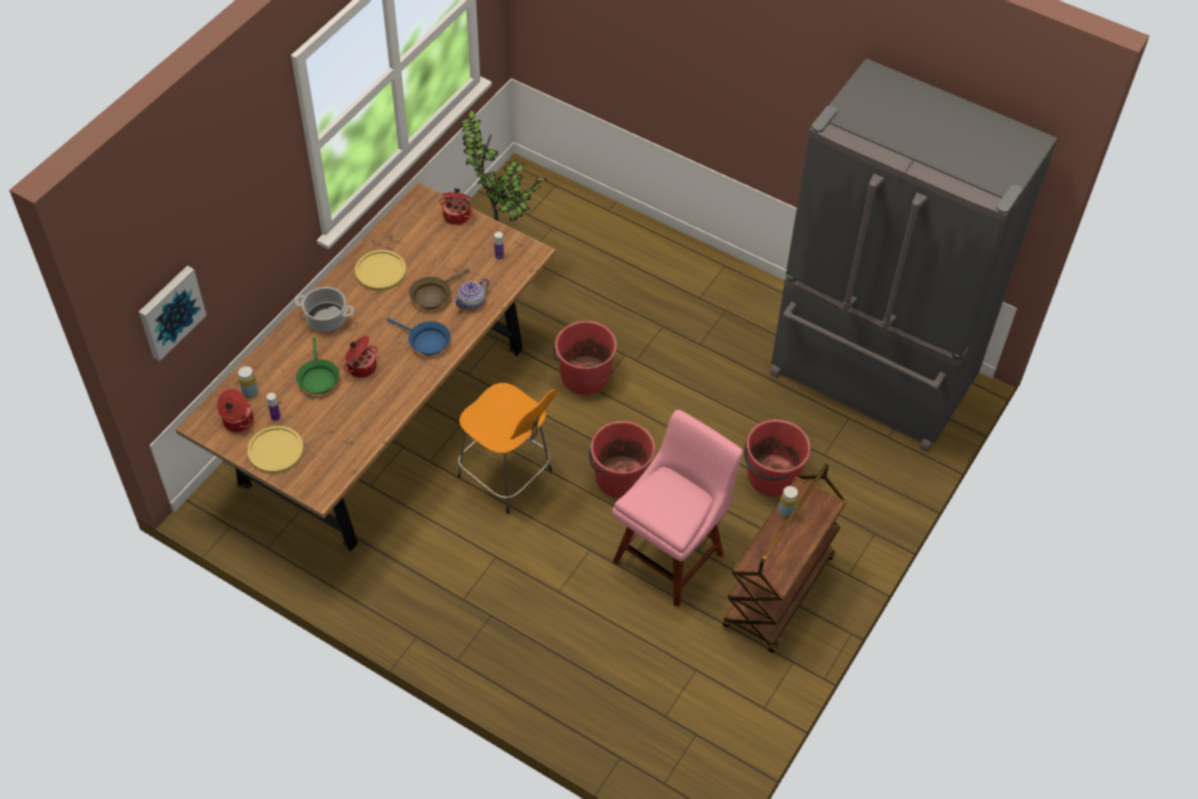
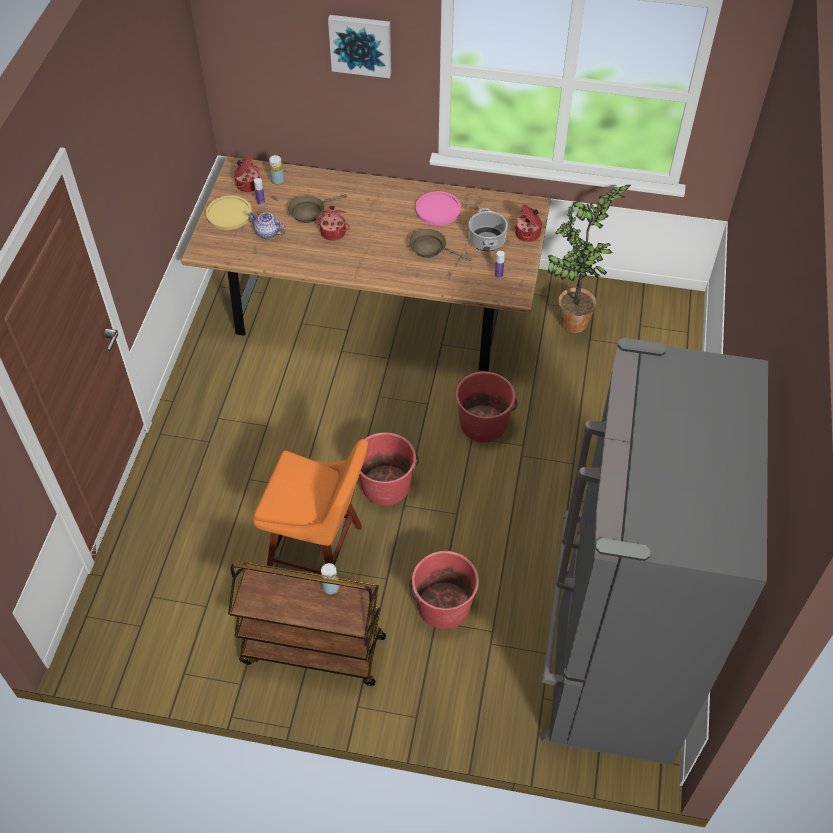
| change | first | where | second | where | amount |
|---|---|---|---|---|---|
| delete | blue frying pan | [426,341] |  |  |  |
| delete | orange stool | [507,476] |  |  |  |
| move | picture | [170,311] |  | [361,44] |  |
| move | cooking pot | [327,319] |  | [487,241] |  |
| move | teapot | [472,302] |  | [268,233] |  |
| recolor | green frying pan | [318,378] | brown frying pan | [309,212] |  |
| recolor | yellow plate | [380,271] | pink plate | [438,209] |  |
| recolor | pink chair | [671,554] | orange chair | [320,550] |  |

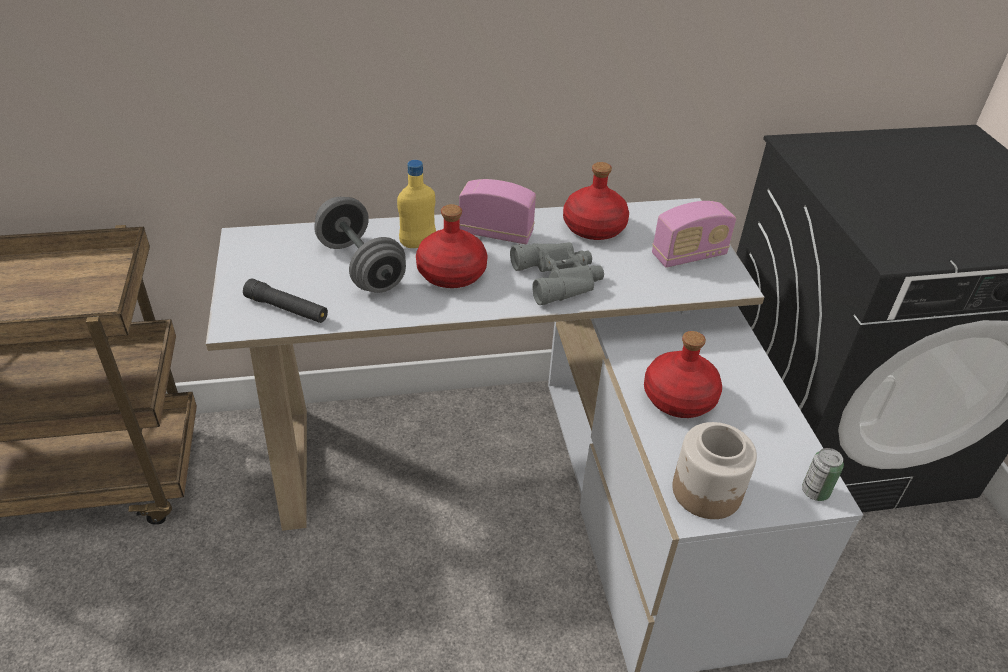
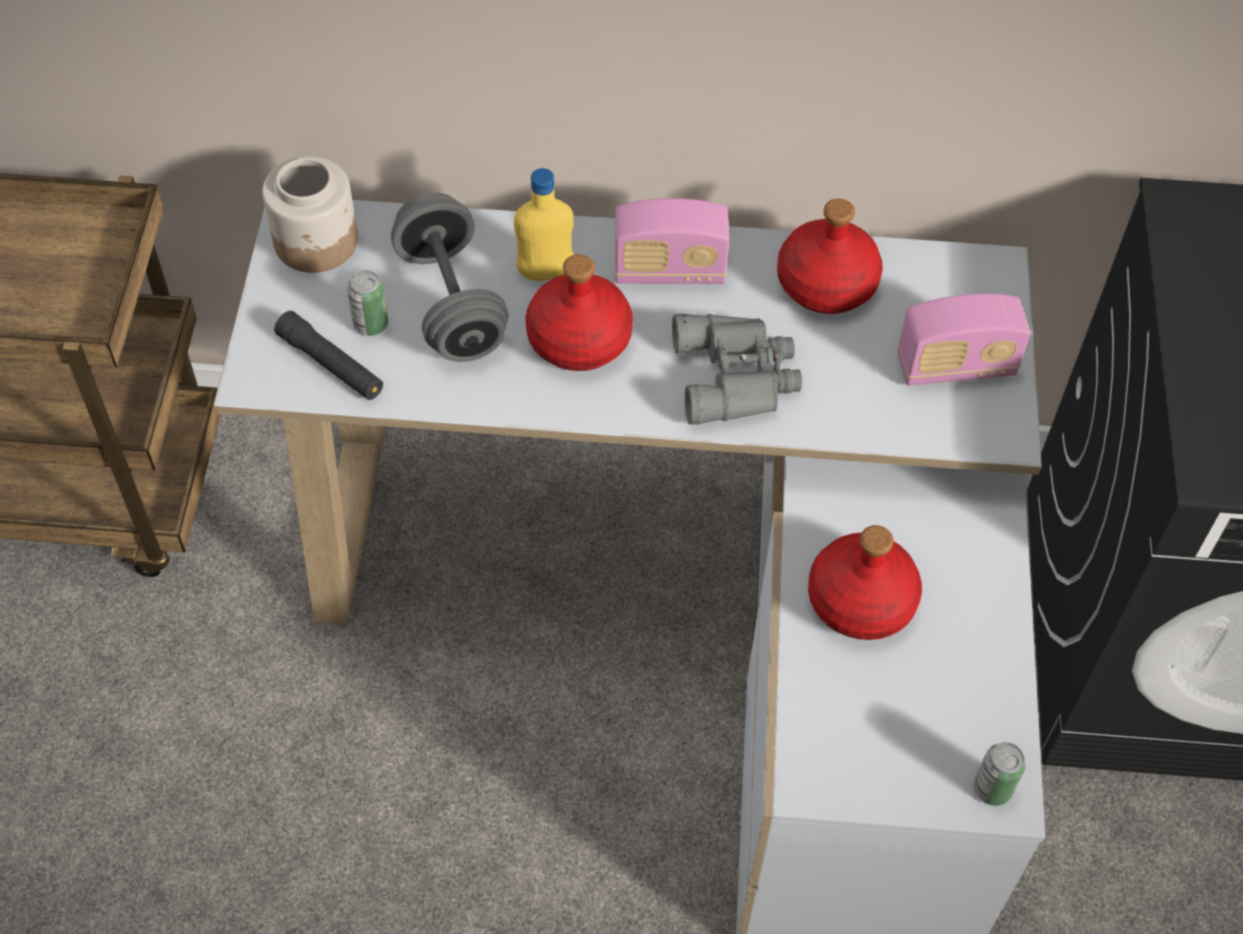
| change | first | where | second | where | amount |
|---|---|---|---|---|---|
| insert |  |  | can | [371,324] |  |
| move | jar | [707,492] |  | [316,242] |  |
| rotate | radio | [496,233] |  | [669,271] | 150 degrees clockwise |

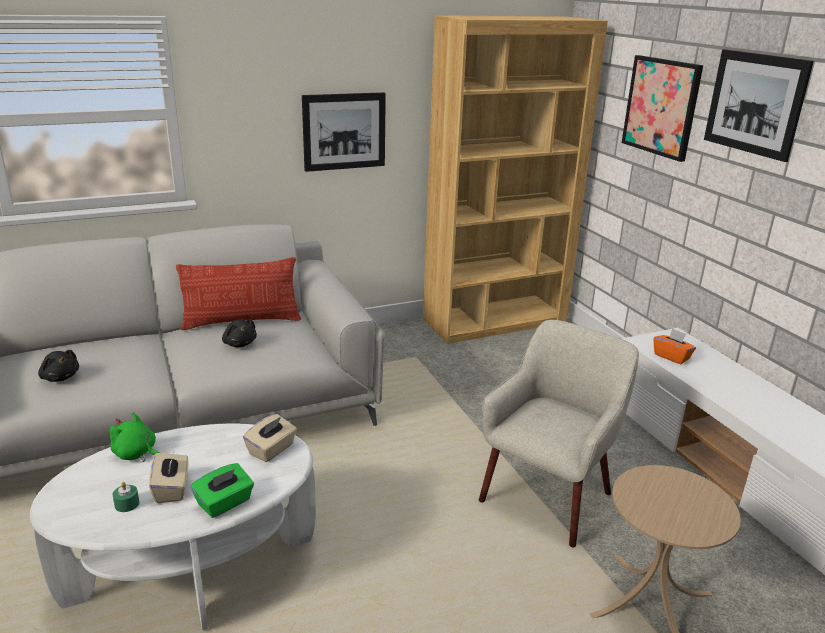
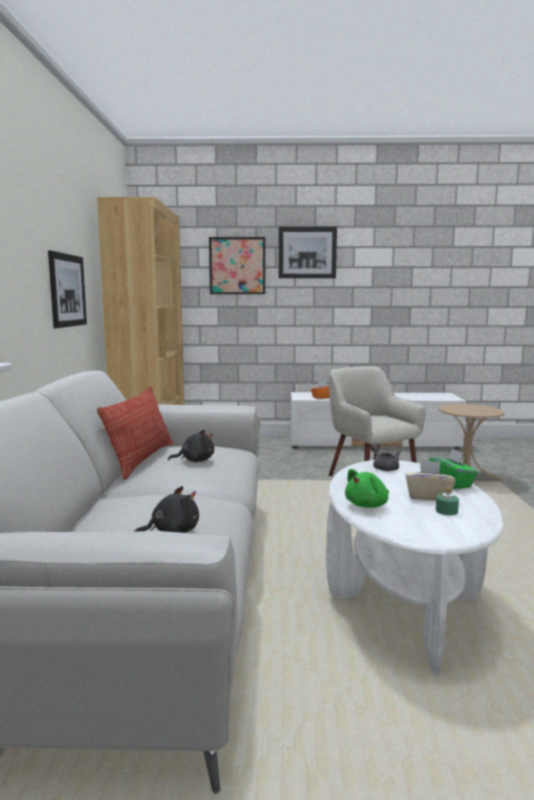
| change | first | where | second | where | amount |
|---|---|---|---|---|---|
| replace | beige tissue box | [271,450] | grey teapot | [384,467] |  |

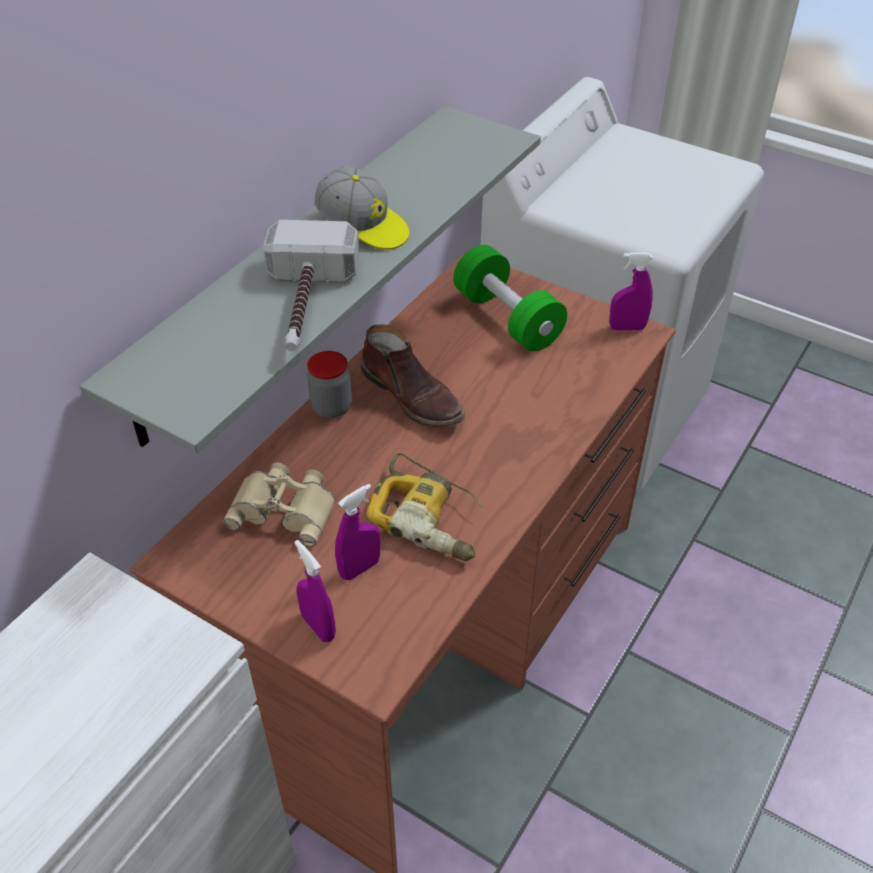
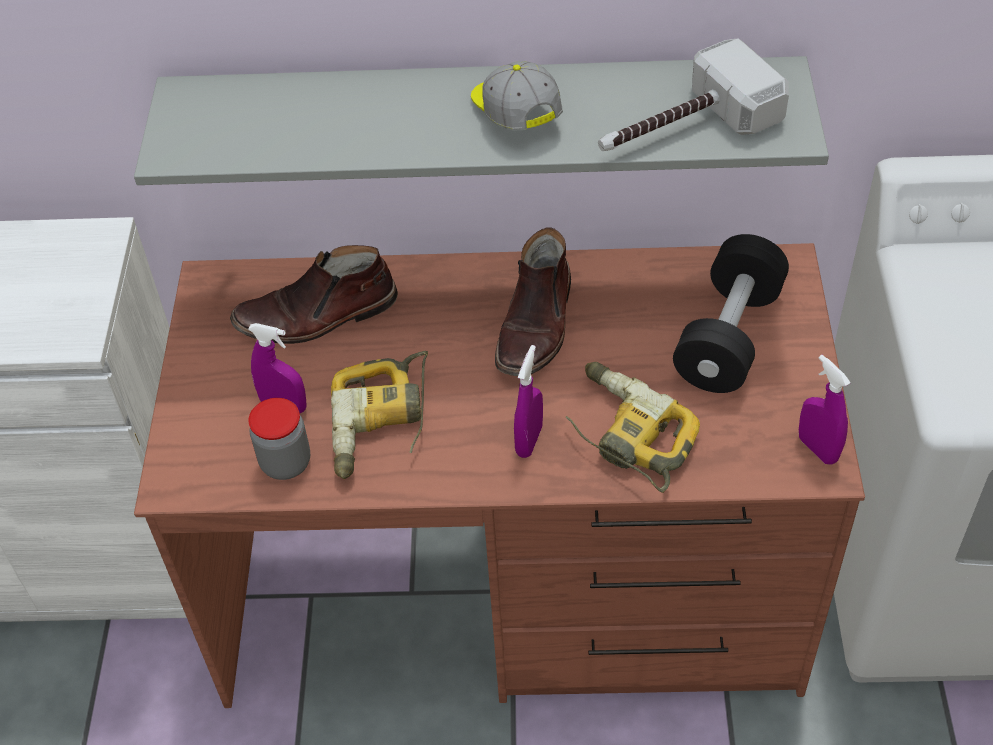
| change | first | where | second | where | amount |
|---|---|---|---|---|---|
| insert |  |  | power drill | [625,434] |  |
| move | hammer | [306,305] |  | [682,129] |  |
| move | purple spray bottle | [318,627] |  | [529,440] |  |
| move | jar | [331,407] |  | [286,463] |  |
| replace | beige binoculars | [285,508] | brown boot | [317,316] |  |
| recolor | green dumbbell | [507,319] | black dumbbell | [728,336] |  |
| rotate | cap | [363,227] |  | [515,114] | 150 degrees clockwise |

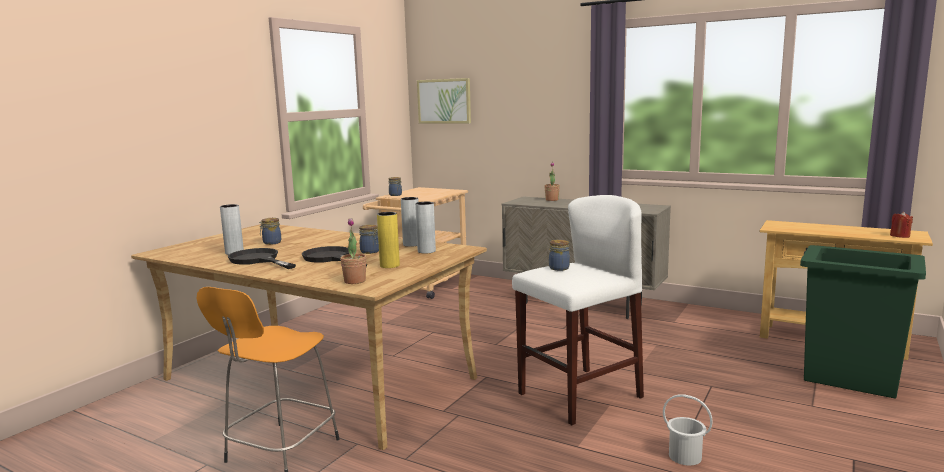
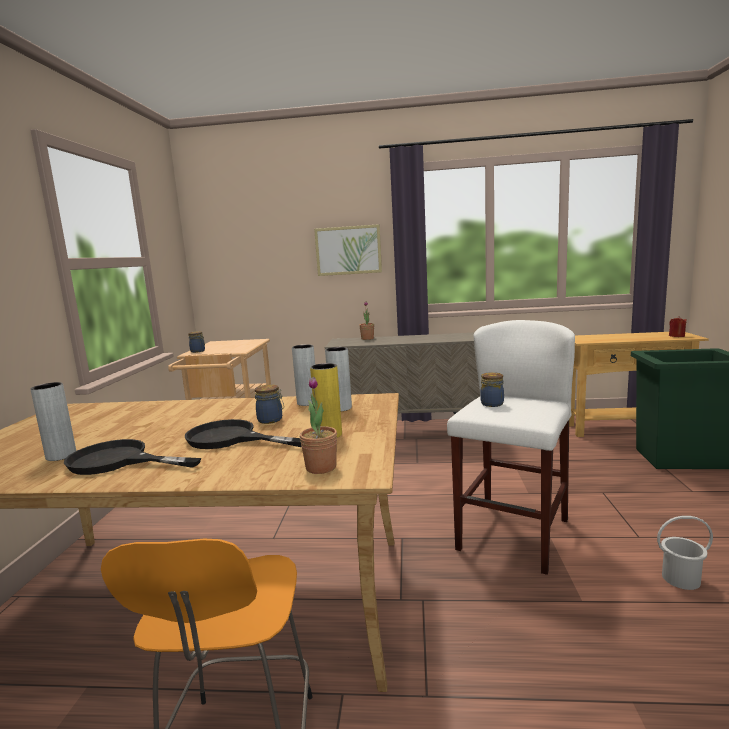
| change | first | where | second | where | amount |
|---|---|---|---|---|---|
| delete | jar | [271,243] |  |  |  |
| move | picture | [444,101] |  | [348,250] |  |

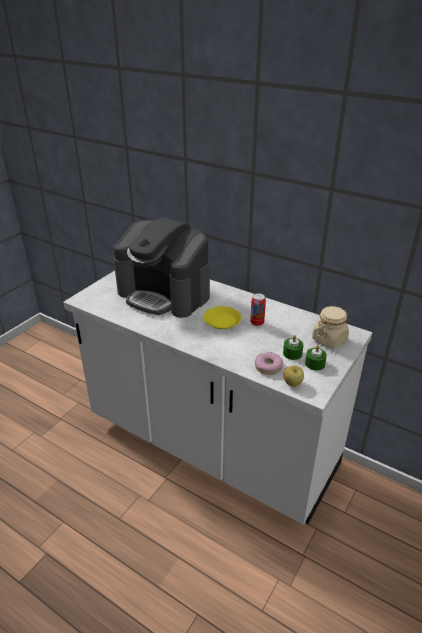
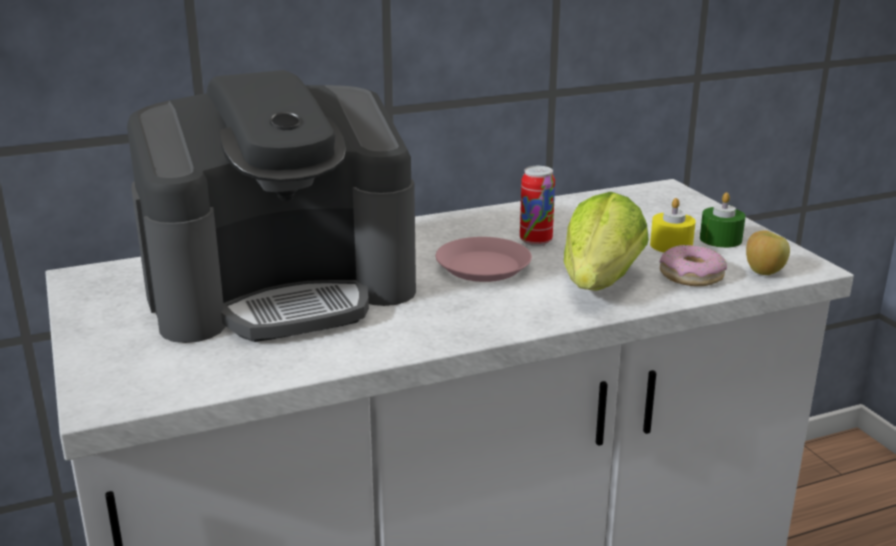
| change | first | where | second | where | amount |
|---|---|---|---|---|---|
| delete | beige jar | [329,340] |  |  |  |
| insert |  |  | lettuce | [599,283] |  |
| recolor | yellow plate | [222,321] | pink plate | [483,266] |  |
| recolor | green candle | [292,353] | yellow candle | [671,245] |  |

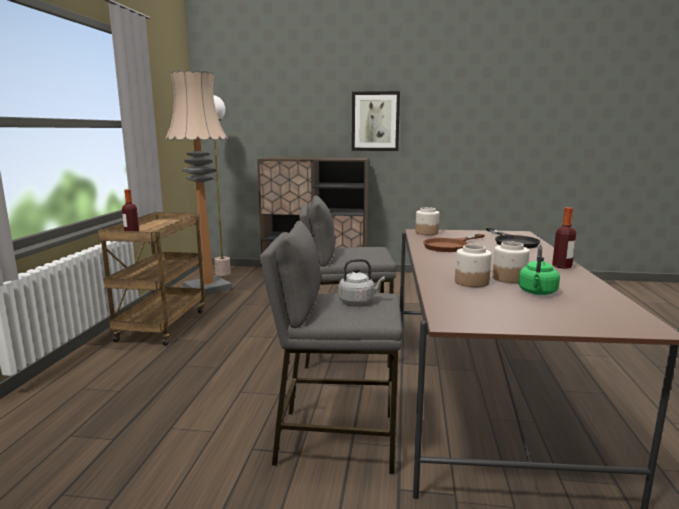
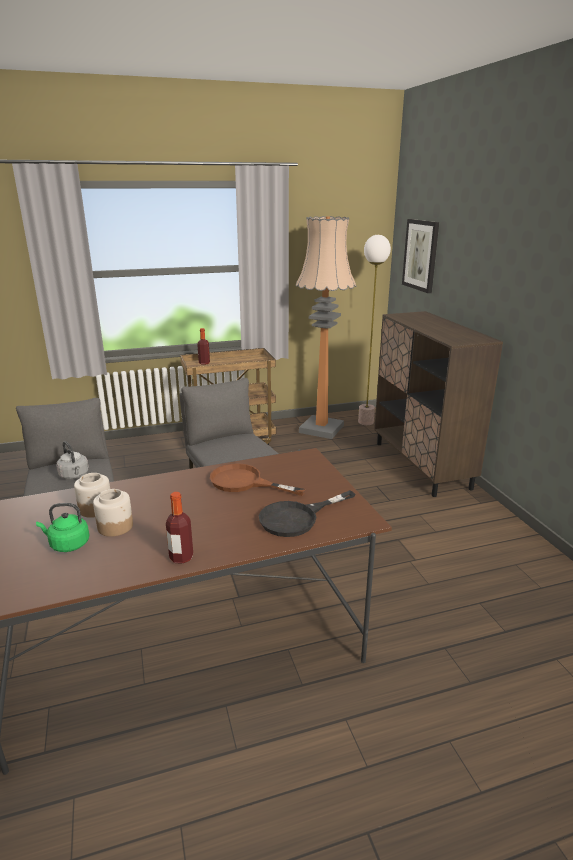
| change | first | where | second | where | amount |
|---|---|---|---|---|---|
| delete | jar | [426,233] |  |  |  |
| move | picture | [375,121] |  | [421,255] |  |

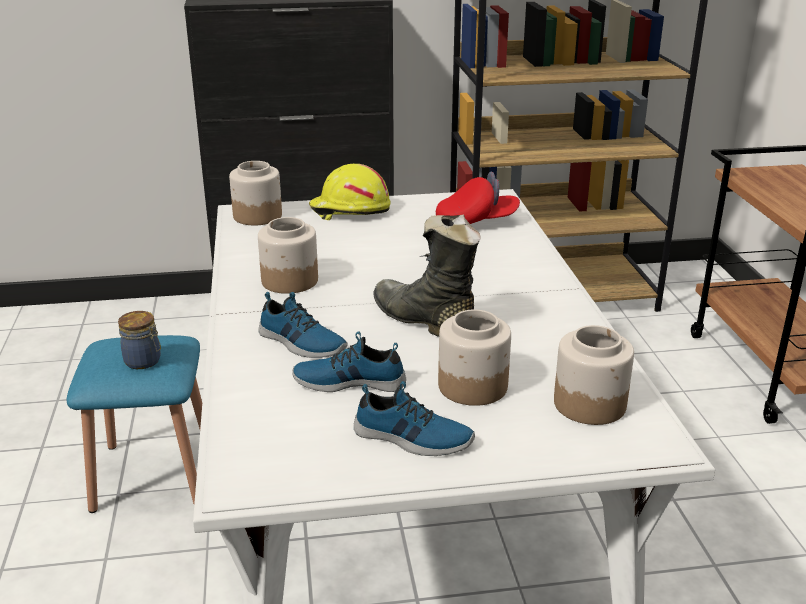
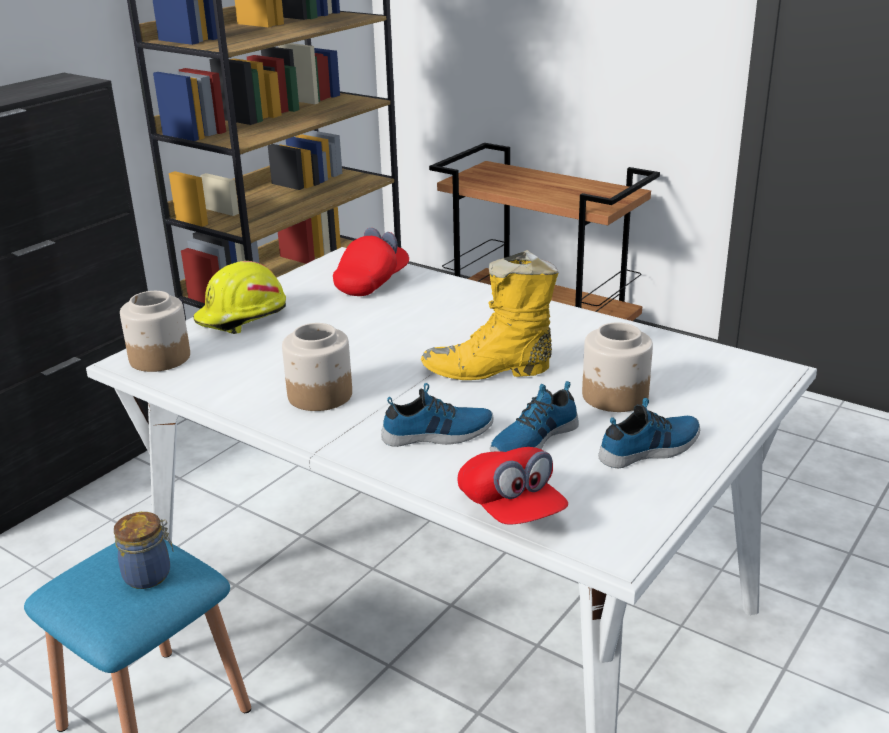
| change | first | where | second | where | amount |
|---|---|---|---|---|---|
| delete | jar | [590,404] |  |  |  |
| insert |  |  | red cap | [511,509] |  |
| recolor | black boot | [423,320] | yellow boot | [489,371] |  |

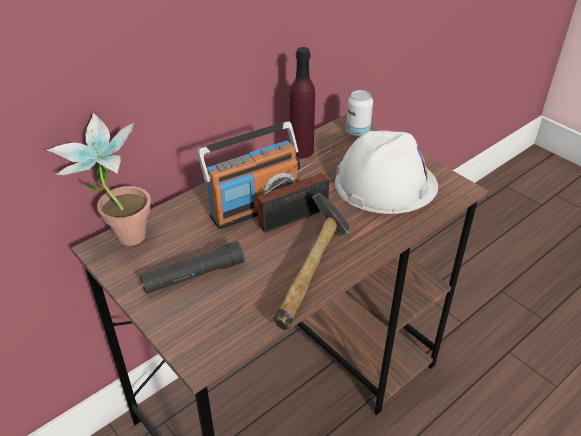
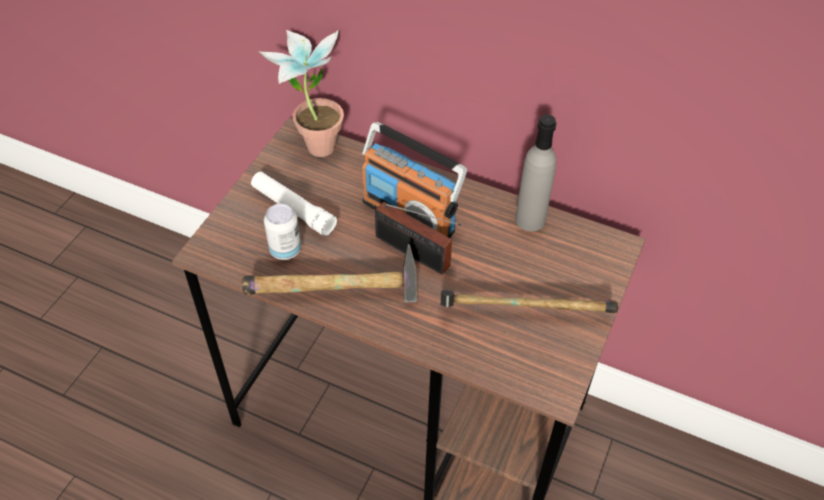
| change | first | where | second | where | amount |
|---|---|---|---|---|---|
| move | can | [358,131] |  | [285,250] |  |
| replace | white hard hat | [385,183] | hammer | [519,314] |  |
| recolor | black flashlight | [193,275] | white flashlight | [293,209] |  |
| recolor | purple bottle | [301,151] | grey bottle | [530,219] |  |

